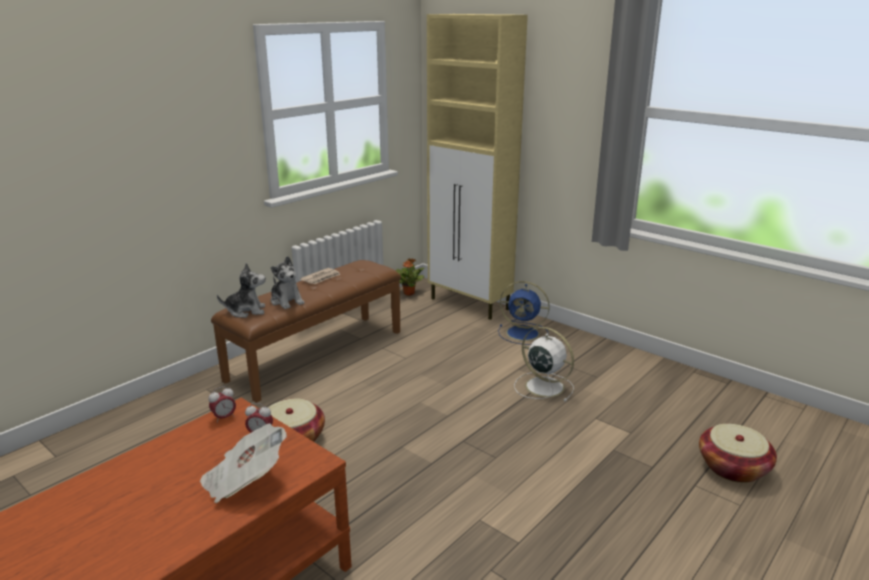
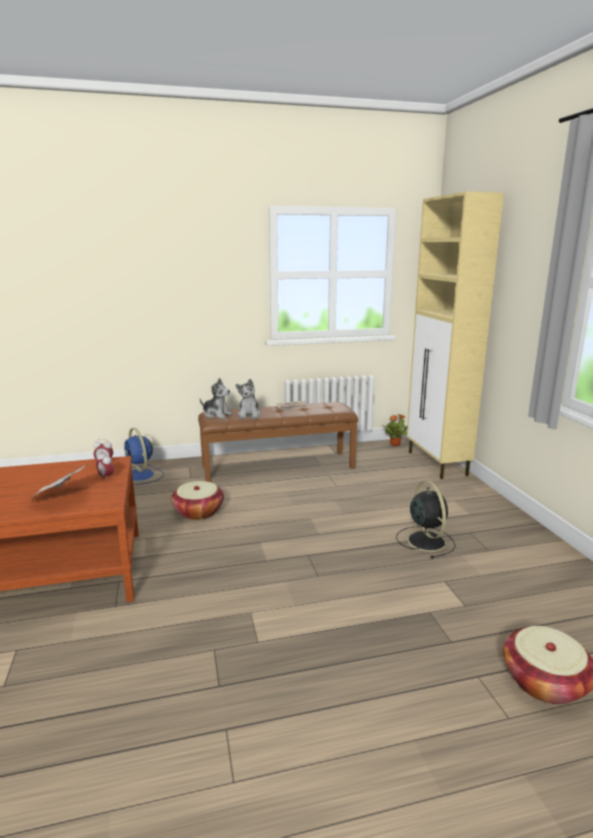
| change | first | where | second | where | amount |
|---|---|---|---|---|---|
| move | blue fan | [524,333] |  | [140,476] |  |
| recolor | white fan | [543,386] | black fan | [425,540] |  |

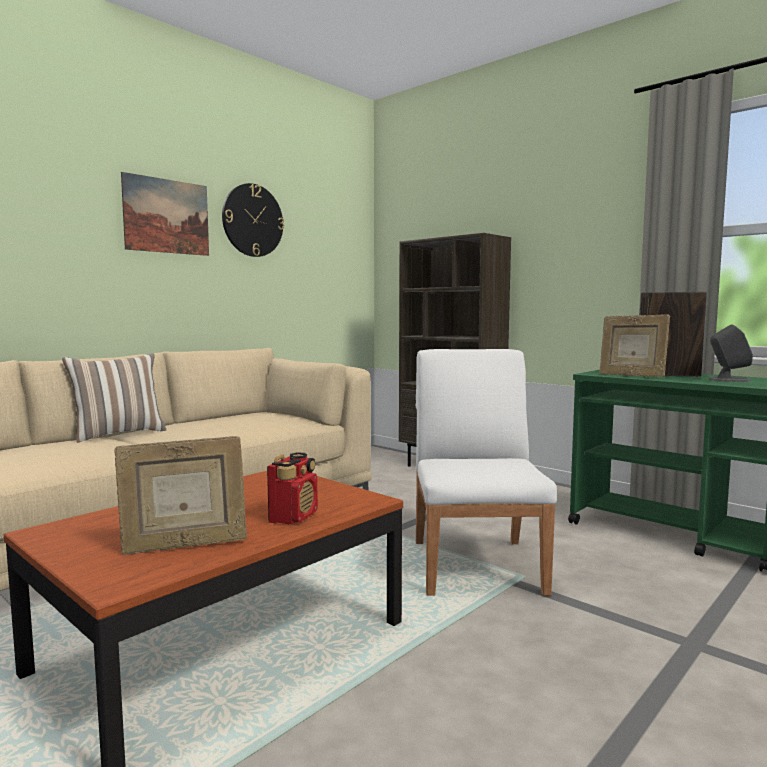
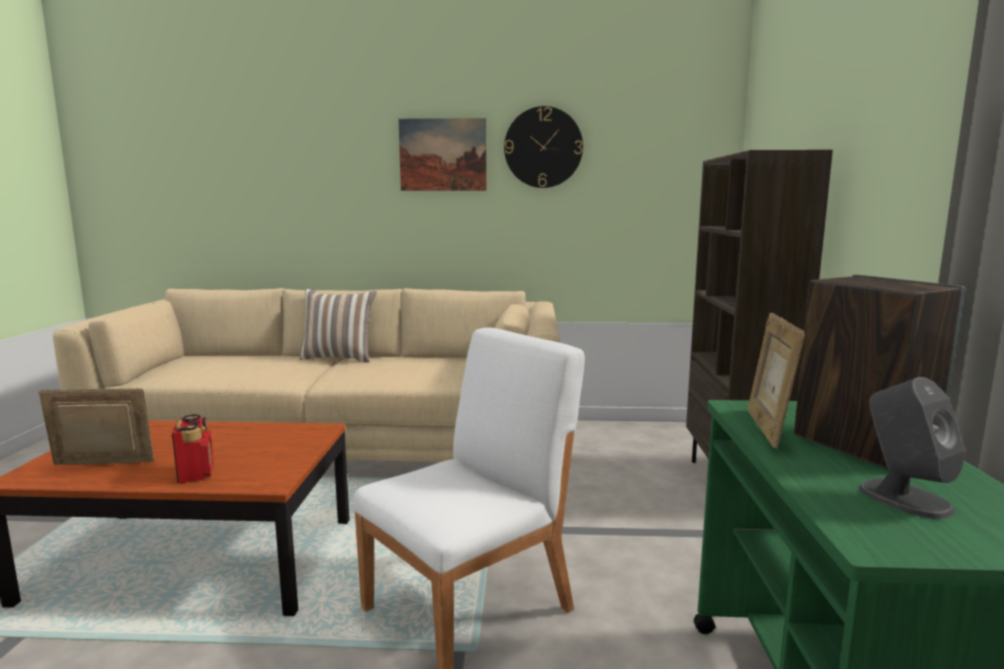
| change | first | where | second | where | amount |
|---|---|---|---|---|---|
| rotate | picture frame | [184,546] |  | [104,466] | 135 degrees clockwise |
| rotate | radio | [294,517] |  | [196,473] | 90 degrees counterclockwise |

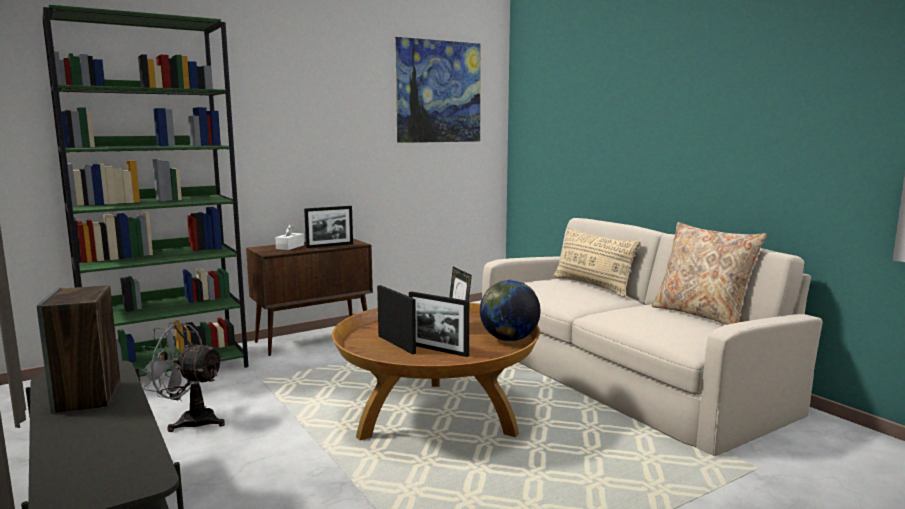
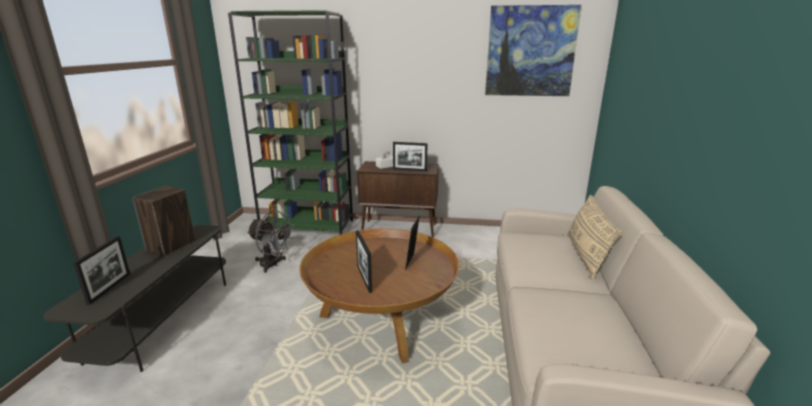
| change | first | where | second | where | amount |
|---|---|---|---|---|---|
| delete | globe | [509,339] |  |  |  |
| delete | beige pillow | [702,315] |  |  |  |
| move | picture frame | [396,344] |  | [109,288] |  |
| rotate | grey fan | [189,420] |  | [273,265] | 150 degrees clockwise |

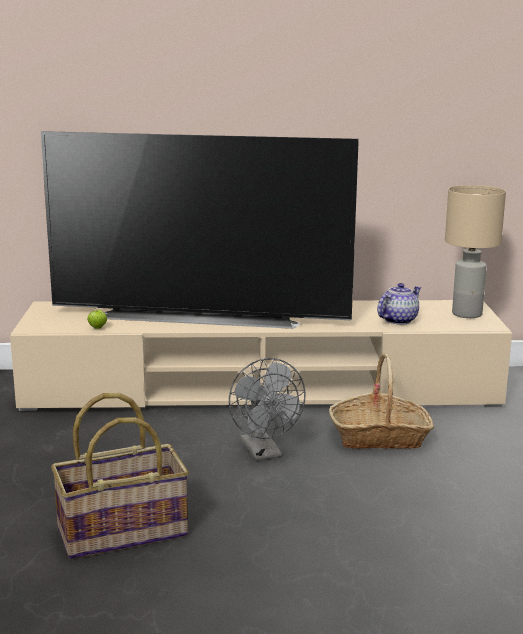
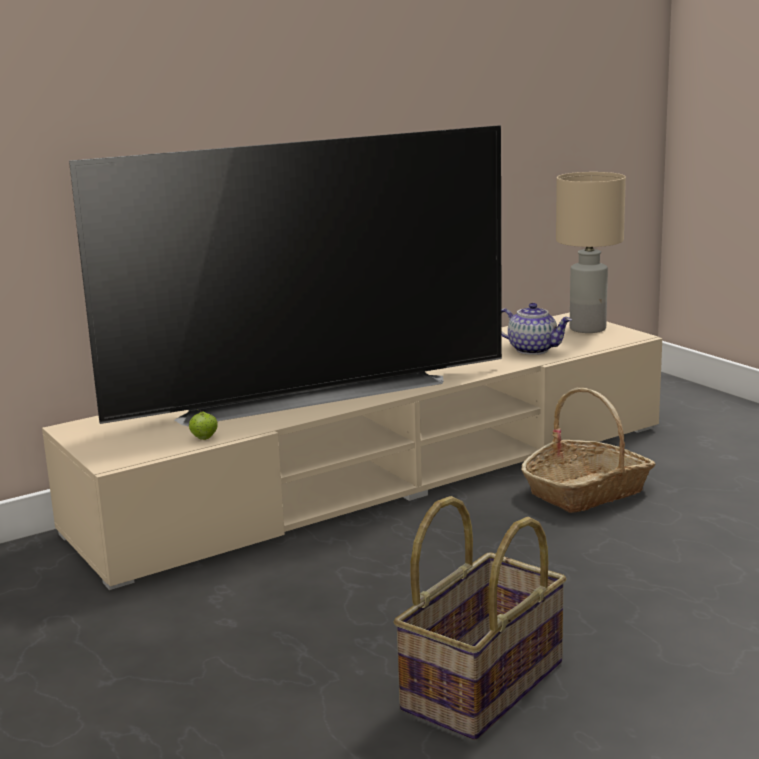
| change | first | where | second | where | amount |
|---|---|---|---|---|---|
| delete | grey fan | [264,452] |  |  |  |
| rotate | teapot | [397,320] |  | [533,350] | 105 degrees clockwise |

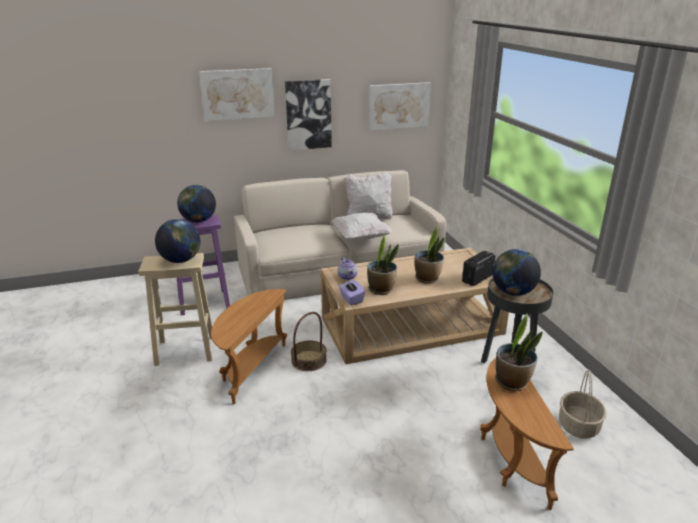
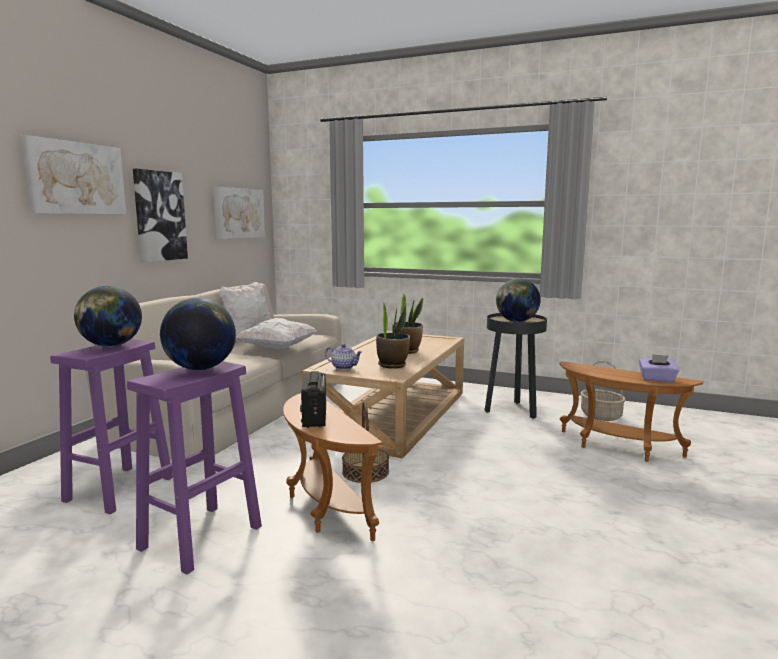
| change | first | where | second | where | amount |
|---|---|---|---|---|---|
| delete | potted plant | [512,382] |  |  |  |
| move | purple tissue box | [351,299] |  | [657,379] |  |
| move | radio | [477,278] |  | [314,417] |  |
| recolor | beige stool | [186,350] | purple stool | [202,536] |  |

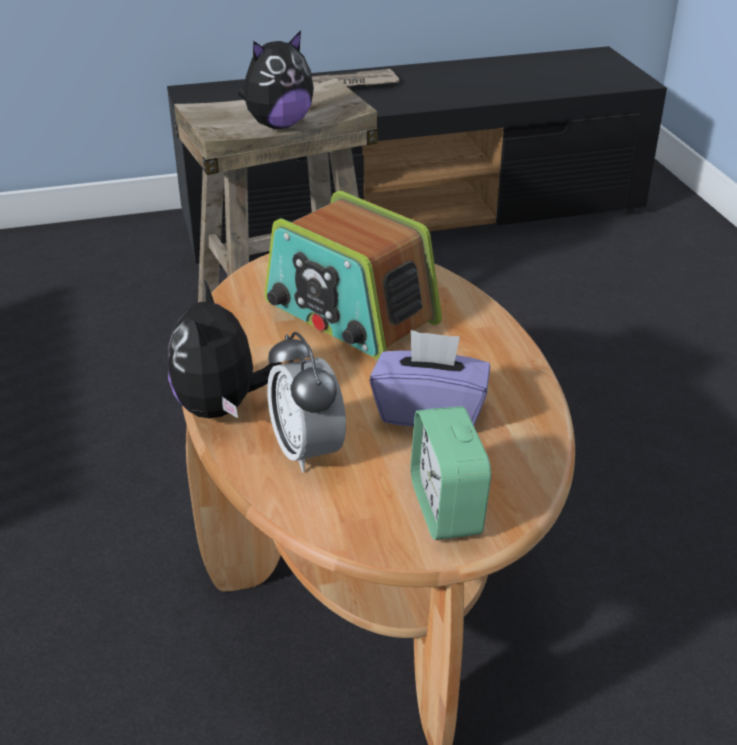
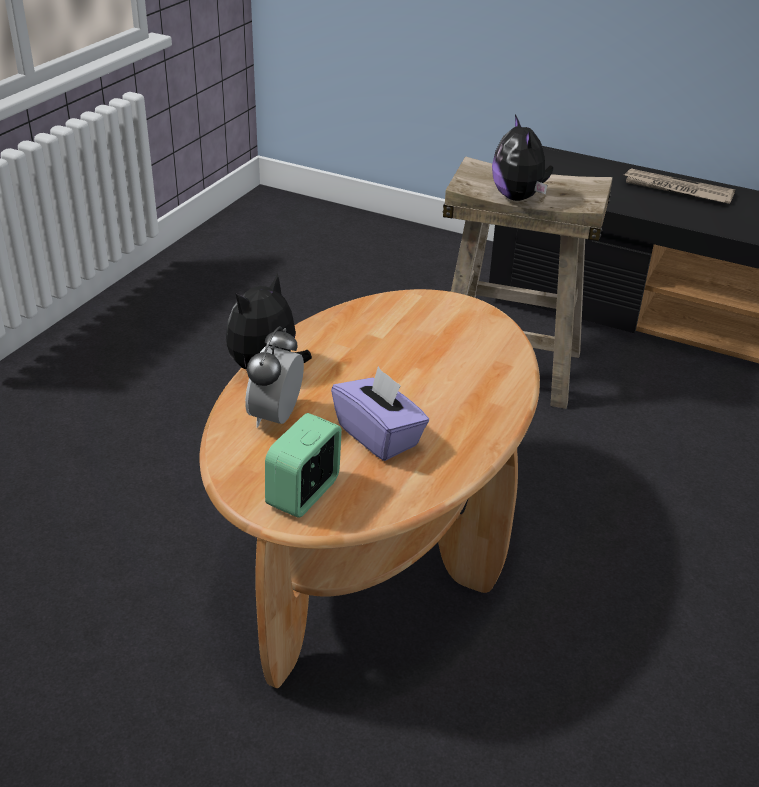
| change | first | where | second | where | amount |
|---|---|---|---|---|---|
| delete | radio | [350,314] |  |  |  |
| rotate | plush toy | [278,125] |  | [519,197] | 75 degrees clockwise |

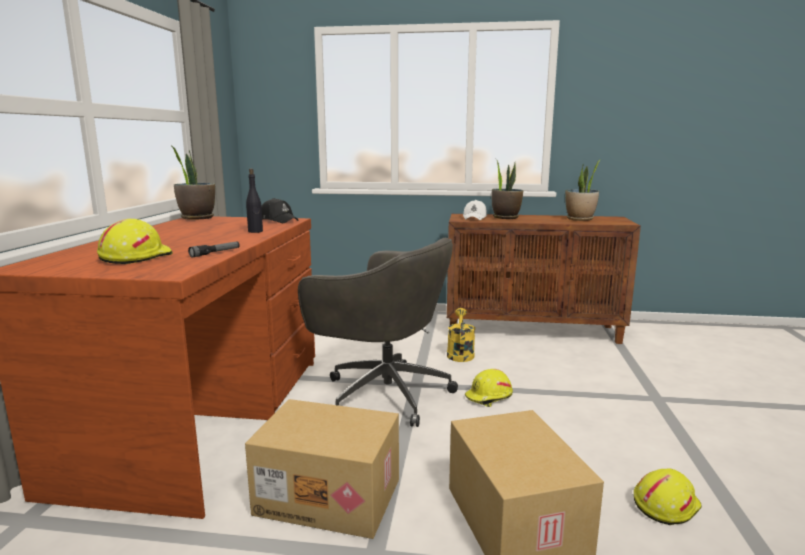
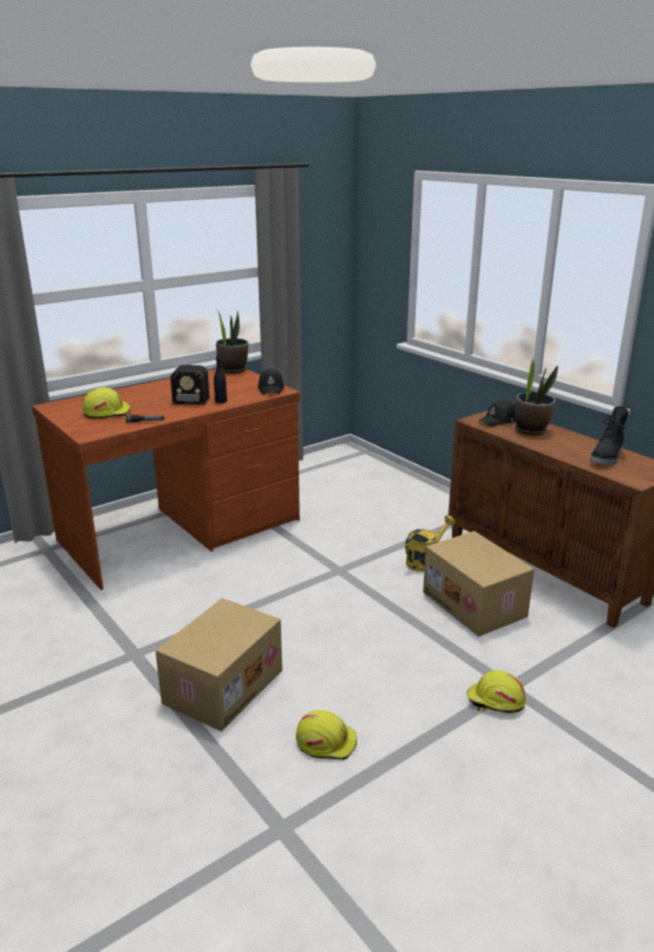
| change | first | where | second | where | amount |
|---|---|---|---|---|---|
| delete | grey office chair | [383,393] |  |  |  |
| insert |  |  | radio | [180,399] |  |
| move | cardboard box | [330,495] |  | [475,604] |  |
| move | yellow hard hat | [489,397] |  | [495,701] |  |
| replace | potted plant | [580,219] | black boot | [607,457] |  |
| recolor | white cap | [475,217] | black cap | [500,421] |  |

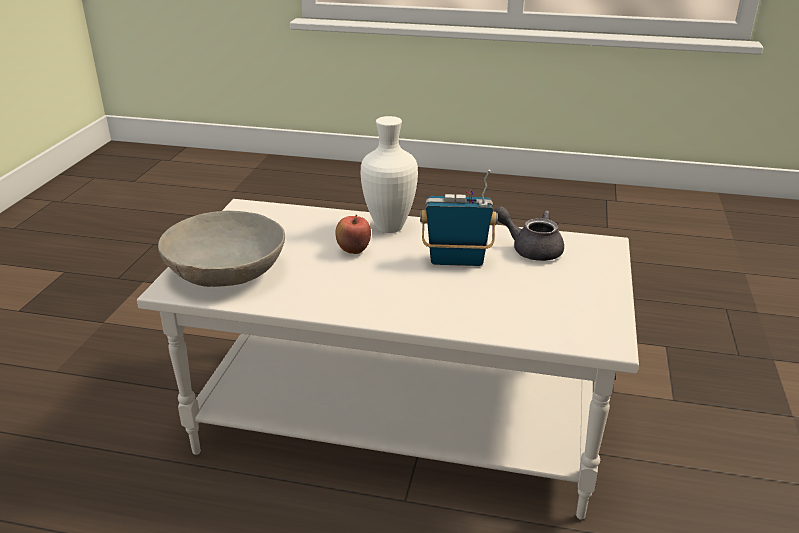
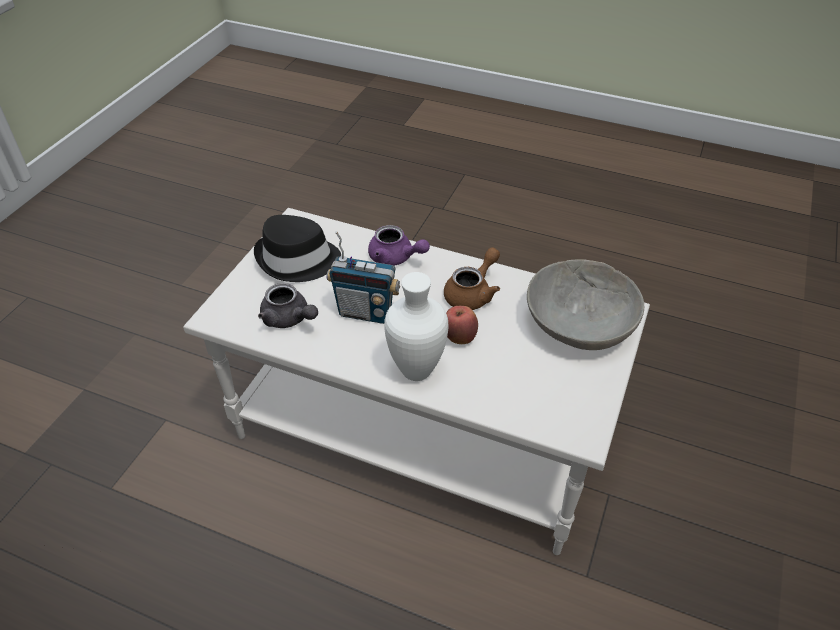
| change | first | where | second | where | amount |
|---|---|---|---|---|---|
| insert |  |  | black hat | [297,260] |  |
| insert |  |  | purple teapot | [395,258] |  |
| insert |  |  | brown teapot | [472,293] |  |

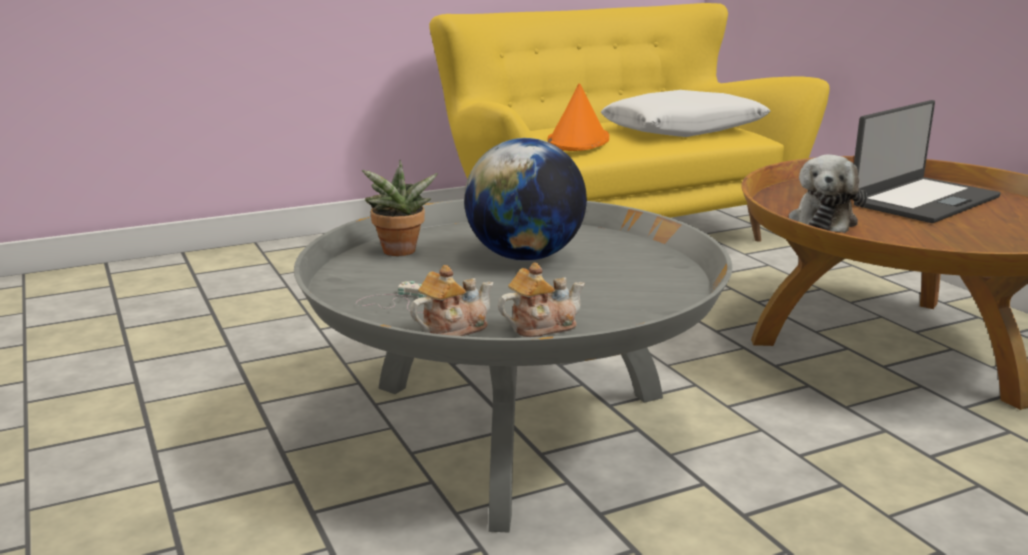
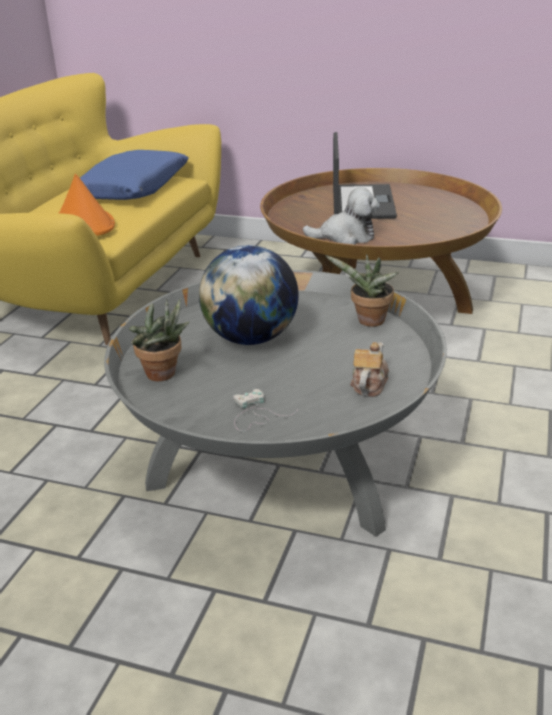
| change | first | where | second | where | amount |
|---|---|---|---|---|---|
| delete | teapot | [452,329] |  |  |  |
| insert |  |  | potted plant | [368,322] |  |
| recolor | white pillow | [684,130] | blue pillow | [134,188] |  |
| rotate | plush toy | [823,220] |  | [345,237] | 60 degrees counterclockwise |

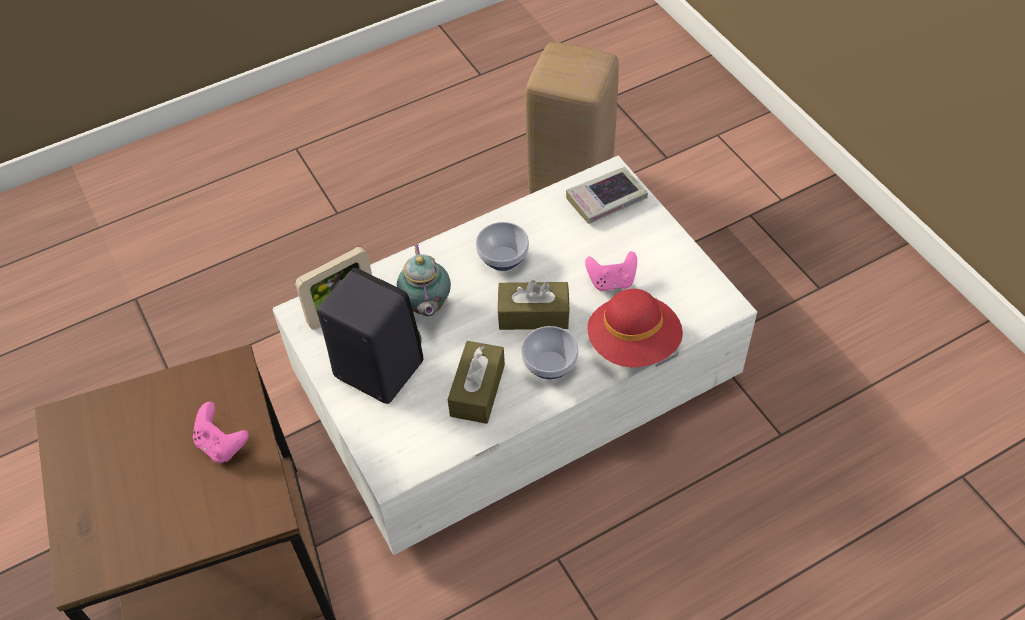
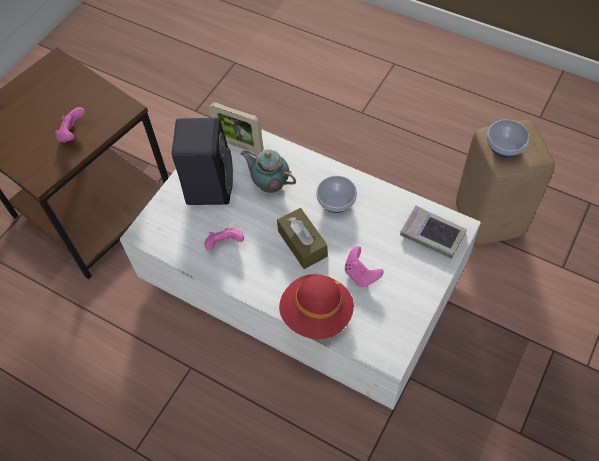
| change | first | where | second | where | amount |
|---|---|---|---|---|---|
| move | bowl | [550,367] |  | [503,149] |  |
| replace | brown tissue box | [477,390] | pink game controller | [225,244] |  |
| rotate | teapot | [426,307] |  | [270,184] | 75 degrees clockwise |

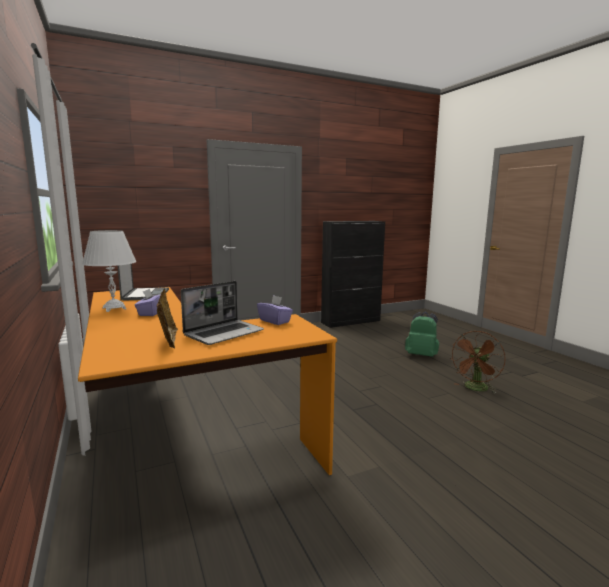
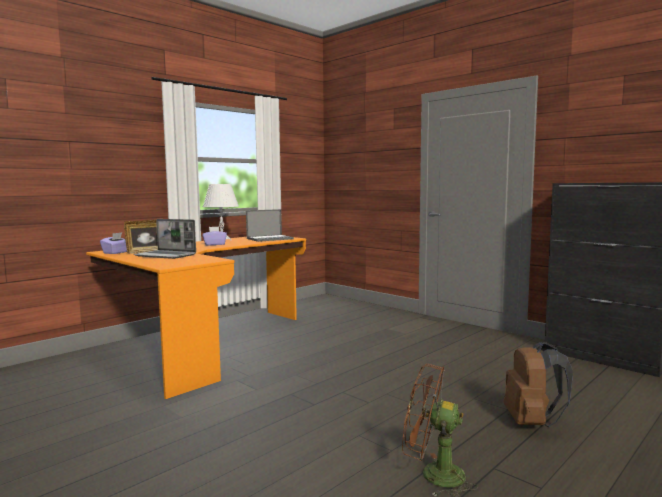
| change | first | where | second | where | amount |
|---|---|---|---|---|---|
| move | purple tissue box | [275,321] |  | [116,252] |  |
| recolor | green backpack | [421,355] | brown backpack | [532,422] |  |

